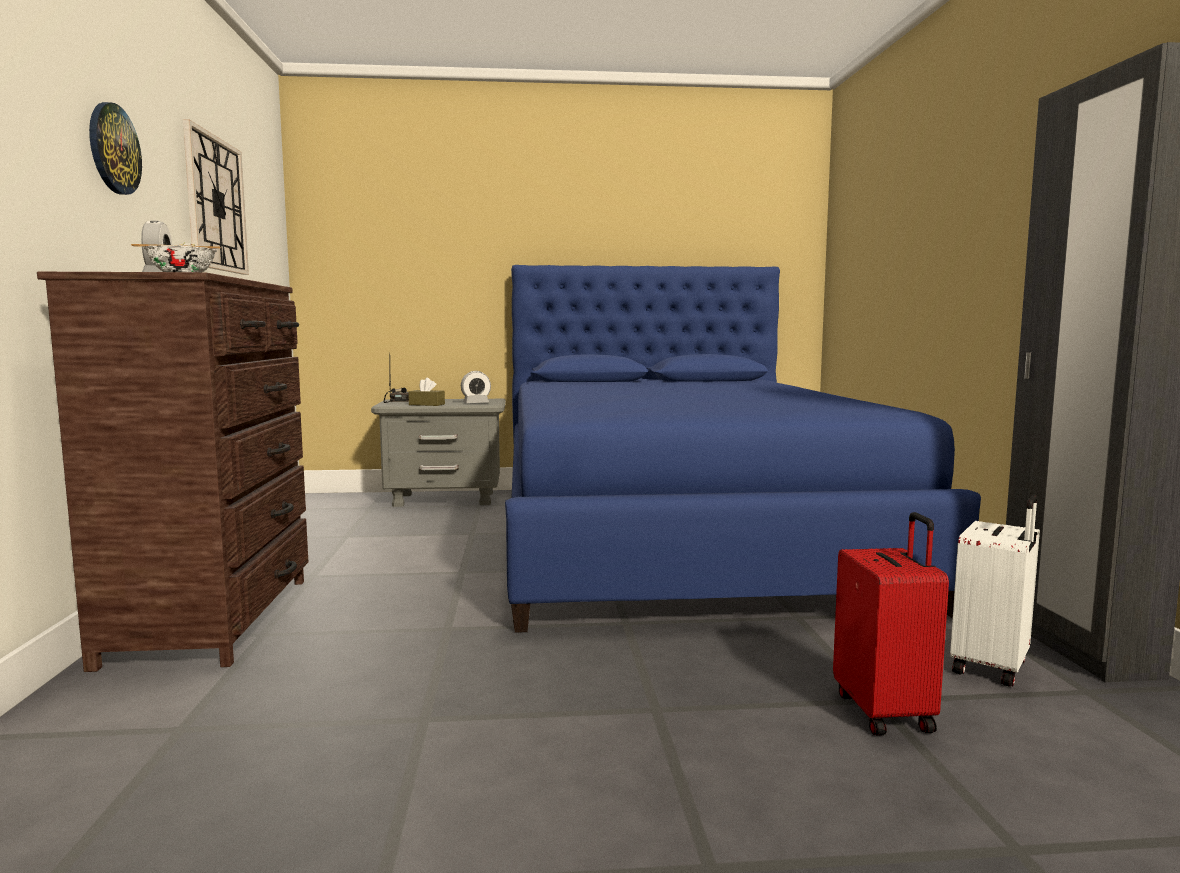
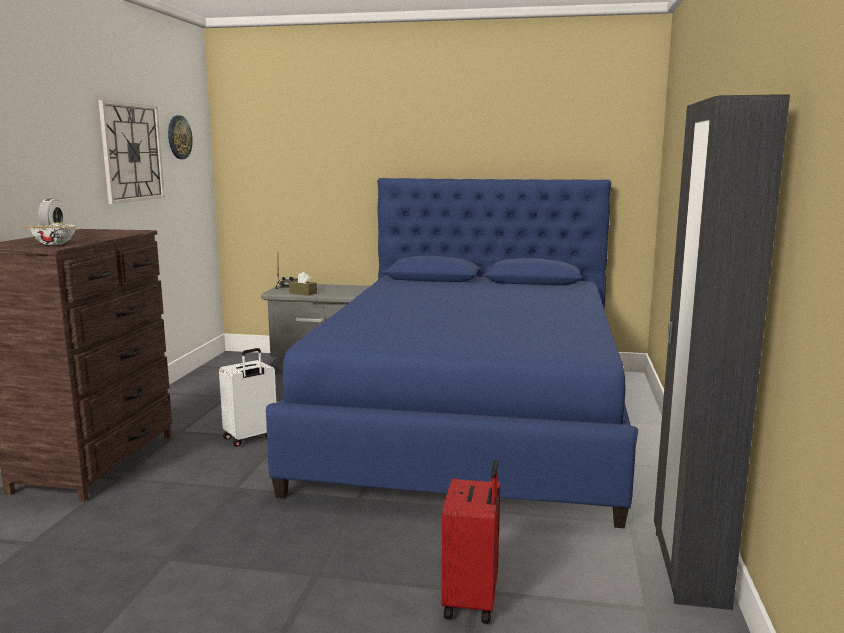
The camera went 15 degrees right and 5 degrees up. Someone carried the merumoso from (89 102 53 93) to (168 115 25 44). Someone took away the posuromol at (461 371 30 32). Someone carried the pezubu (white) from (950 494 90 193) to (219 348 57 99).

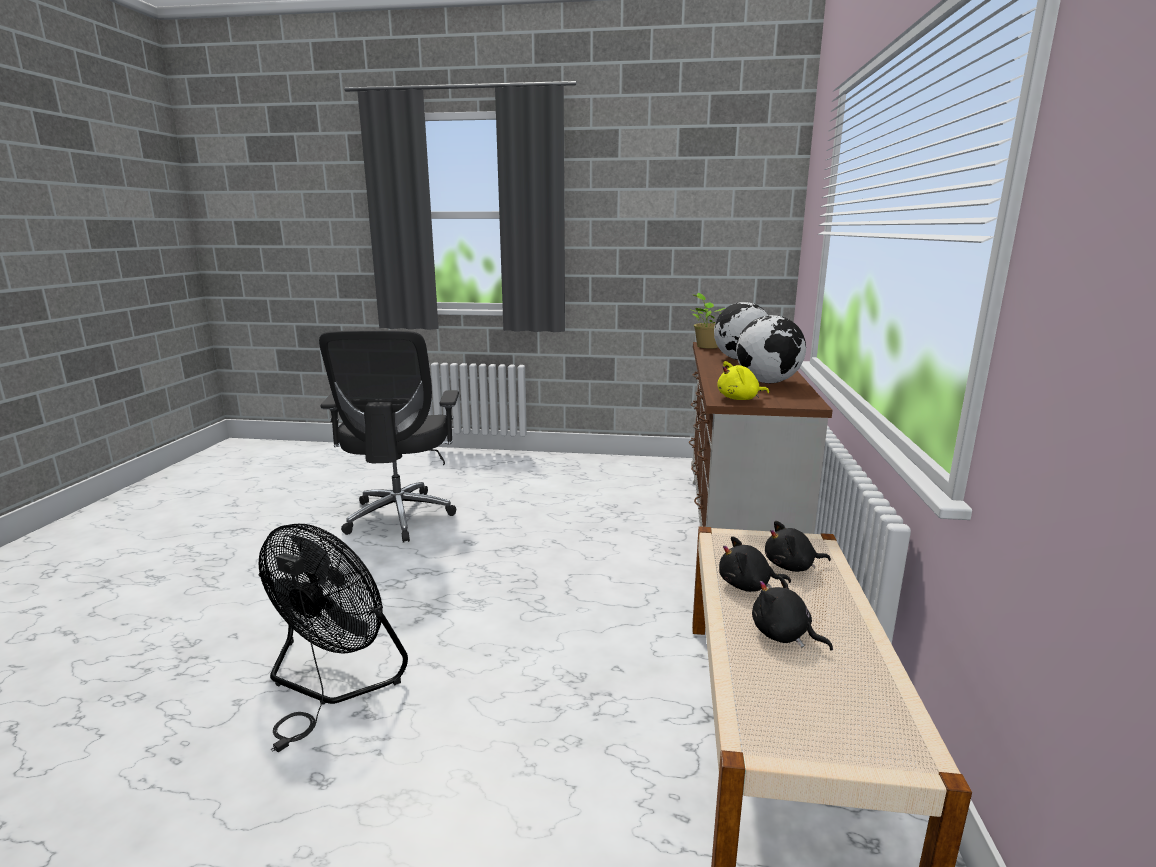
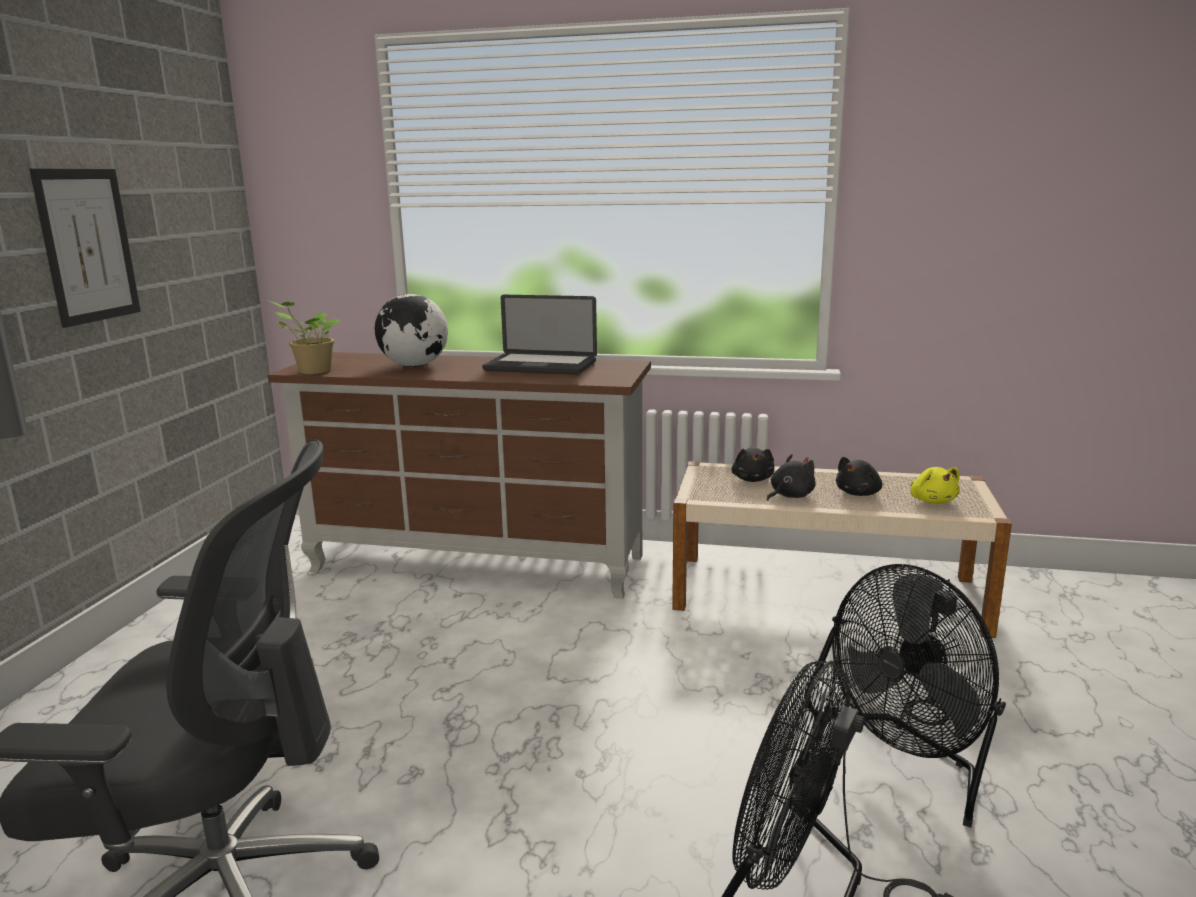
The camera went 85 degrees left and 0 degrees up. Someone carried the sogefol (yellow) from (717 361 52 39) to (911 467 49 37). Someone rotated the sogefol (black) at (719 536 72 56) by 135 degrees counterclockwise. Someone swapped the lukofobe at (736 315 70 68) for the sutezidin at (482 295 115 80). Someone put up the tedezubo at (29 169 112 159). Someone put down the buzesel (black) at (805 564 201 264).

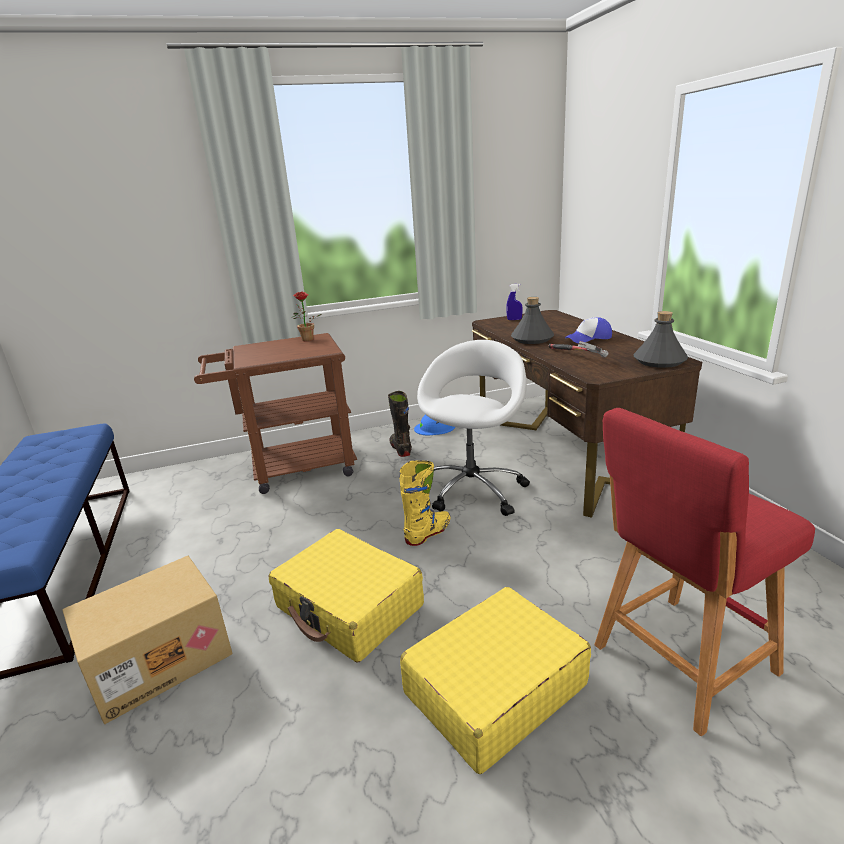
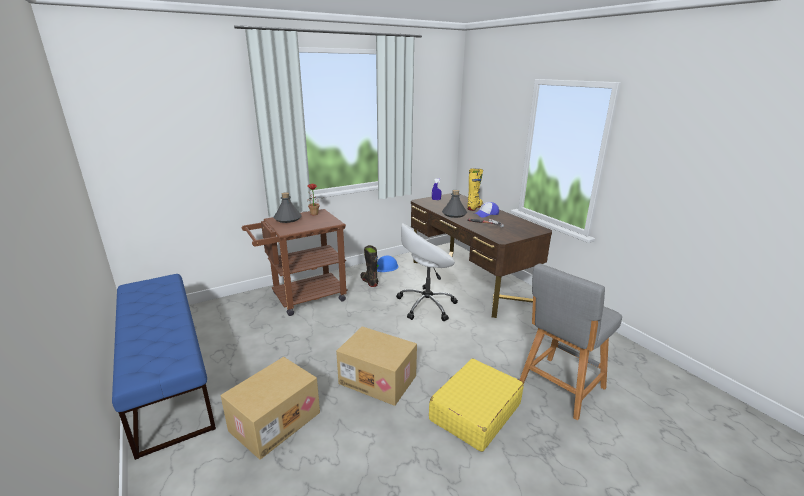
The camera went 15 degrees left and 0 degrees up. Someone swapped the pezubu (yellow) at (269 529 155 133) for the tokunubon at (336 326 81 80). Someone carried the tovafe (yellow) from (400 460 51 86) to (467 168 16 43). Someone rotated the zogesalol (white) at (417 340 113 176) by 135 degrees counterclockwise. Someone repainted the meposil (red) at (594 408 221 328), which became the meposil (grey) at (520 263 102 157). Someone carried the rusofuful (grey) from (634 311 54 57) to (274 192 28 31).

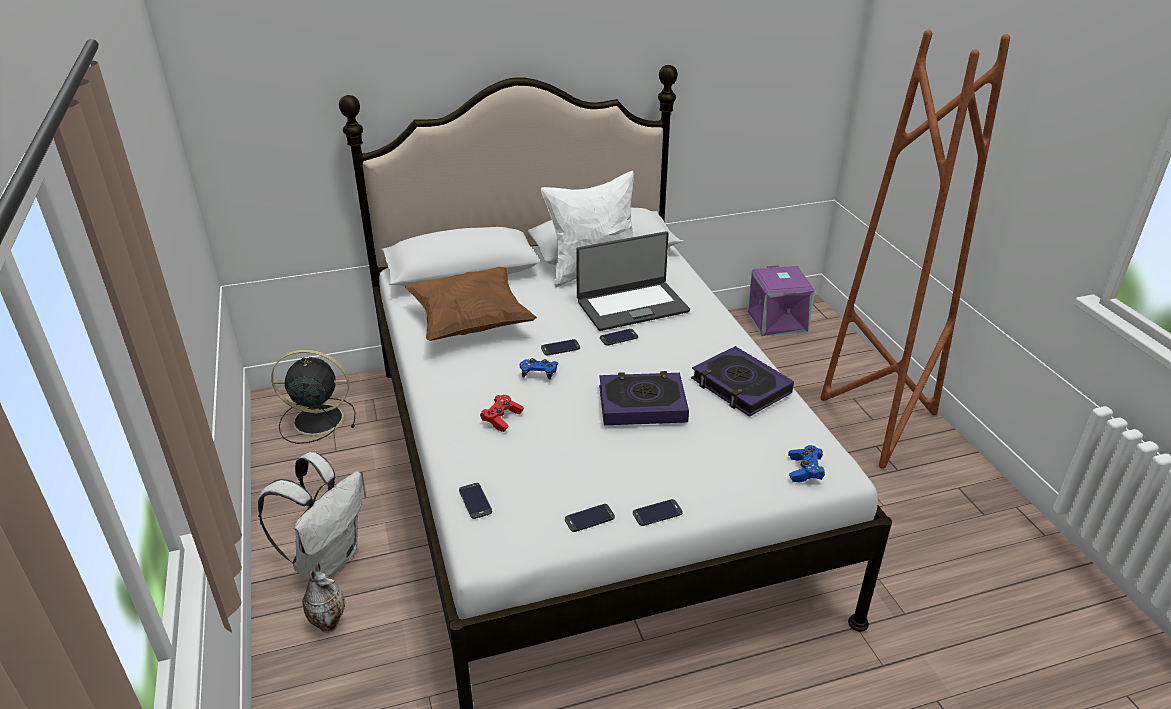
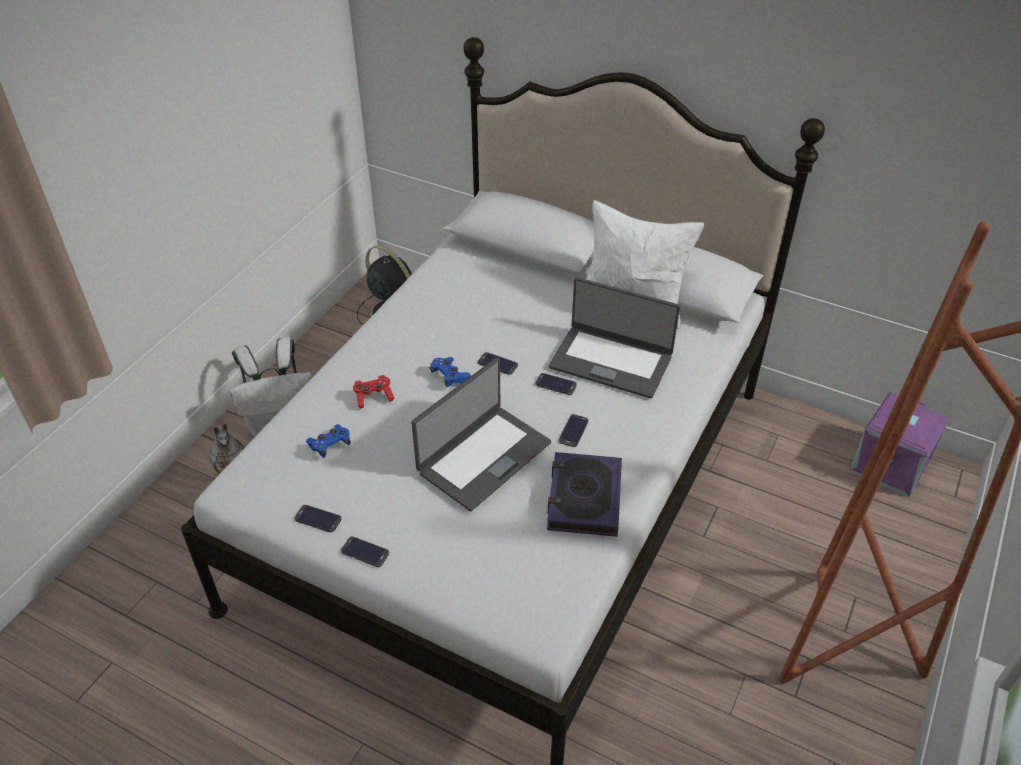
The camera went 45 degrees right and 10 degrees up. Someone took away the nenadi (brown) at (405 267 132 74). Someone carried the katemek from (459 483 33 36) to (559 414 29 33). Someone swapped the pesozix at (599 371 90 54) for the sutezidin at (411 357 140 154). Someone carried the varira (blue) from (788 445 37 38) to (306 424 45 34).

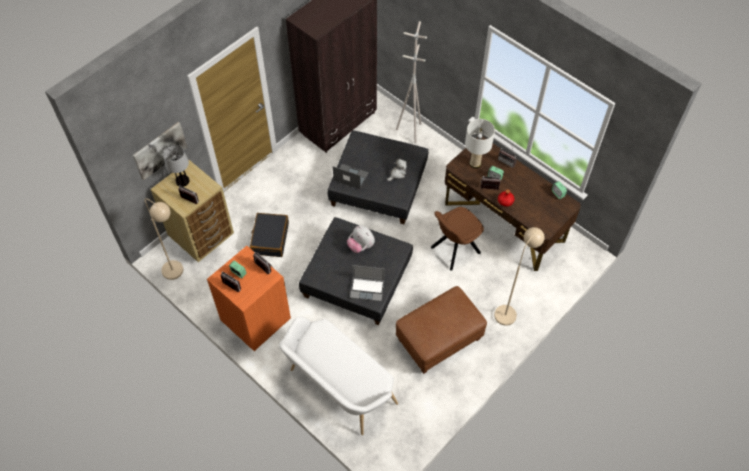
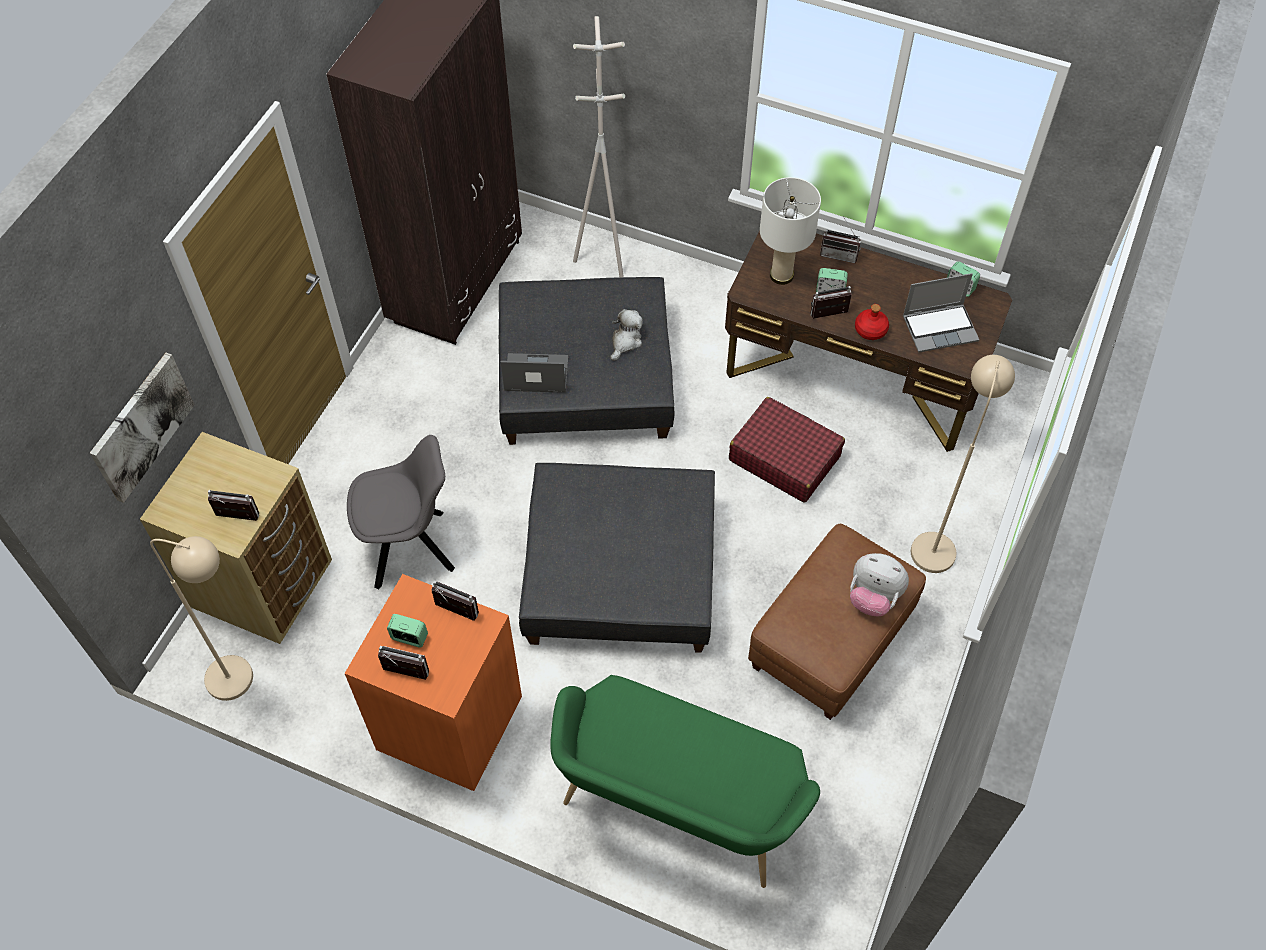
The camera went 20 degrees left and 0 degrees up. Someone took away the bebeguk at (163 145 26 42). Someone swapped the pezubu (black) at (250 213 39 44) for the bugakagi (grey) at (347 435 108 155). Someone repainted the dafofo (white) at (279 317 119 118), which became the dafofo (green) at (550 675 270 213). Someone carried the sogefol from (347 225 28 28) to (850 553 59 63). Someone carried the sutezidin from (350 265 34 36) to (903 273 76 80). Someone swapped the bugakagi (brown) at (431 207 53 64) for the pezubu (red) at (729 397 116 106).

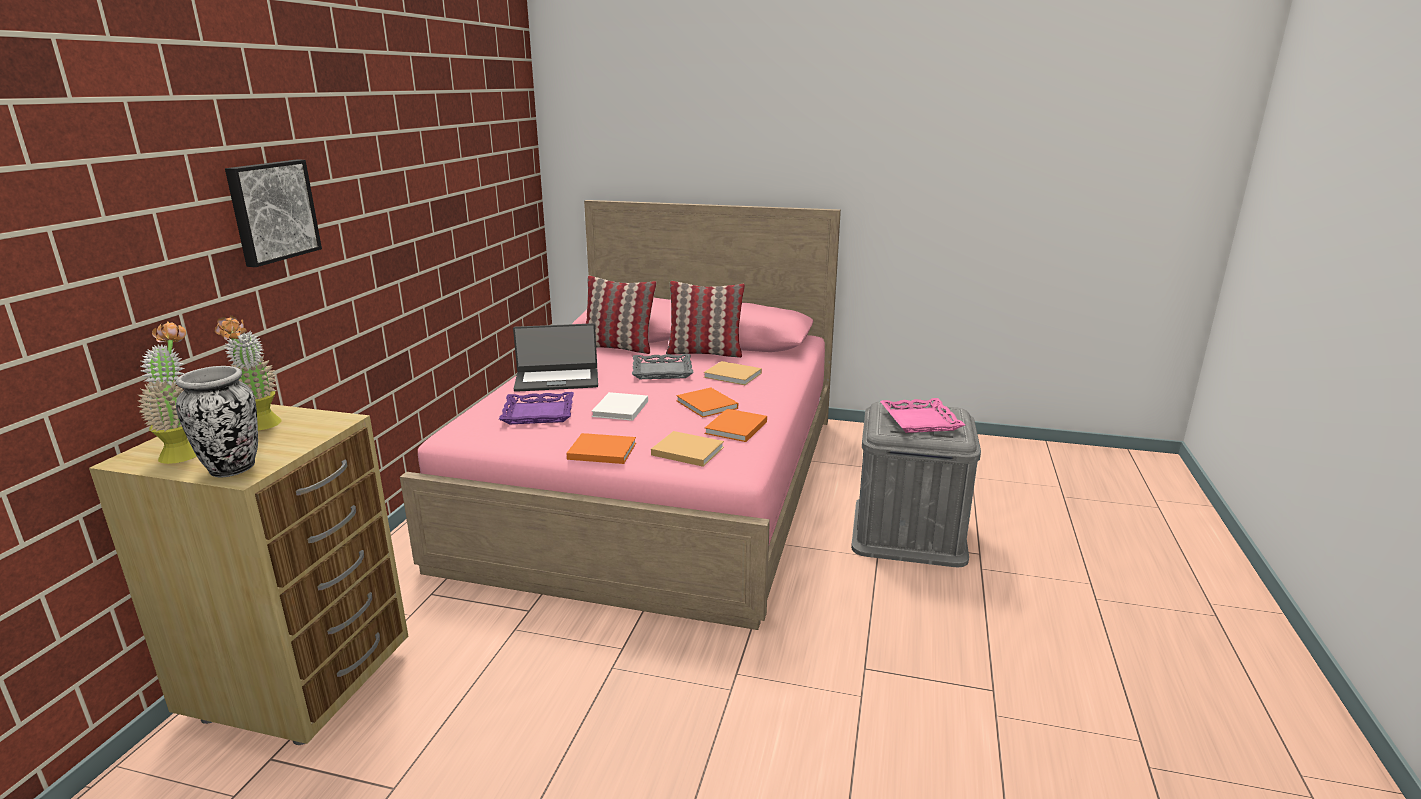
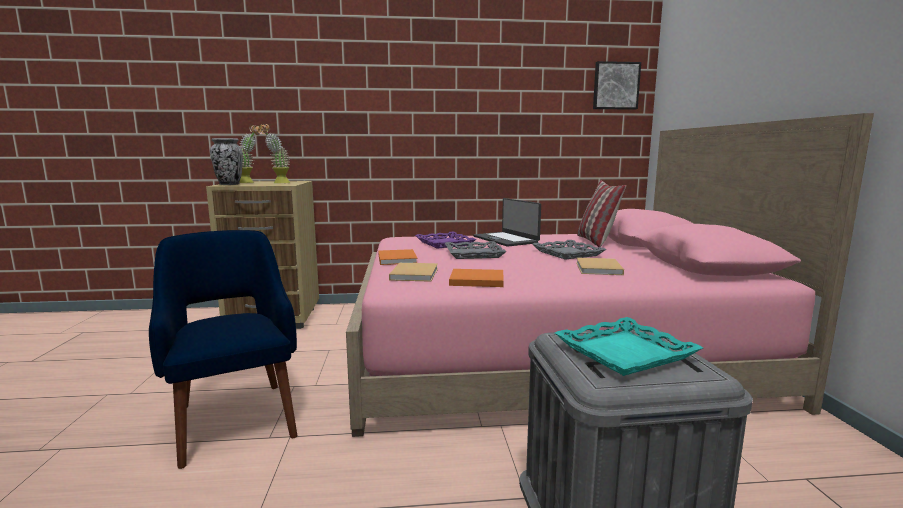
The camera went 70 degrees right and 10 degrees down. Someone carried the tedezubo from (225 159 97 108) to (593 61 48 49). Someone swapped the pesozix (white) at (591 392 57 29) for the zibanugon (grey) at (444 241 63 18). Someone took away the nenadi at (666 281 79 77). Someone took away the pesozix (orange) at (676 388 62 30). Someone repainted the zibanugon (pink) at (880 398 85 35), which became the zibanugon (turquoise) at (555 317 148 59). Someone put down the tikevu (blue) at (149 230 148 239).

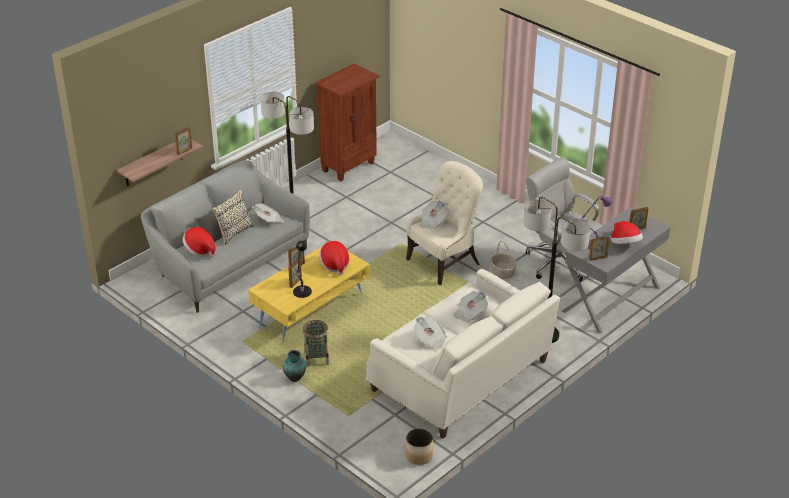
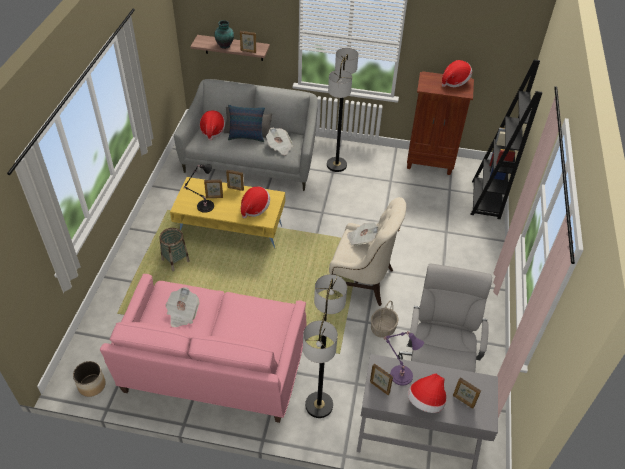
The camera went 55 degrees right and 10 degrees up. Someone repainted the nenadi (beige) at (212 190 42 55), which became the nenadi (blue) at (228 105 37 37). Someone carried the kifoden from (283 350 23 32) to (214 20 20 29). Someone repainted the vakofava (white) at (366 269 194 170), which became the vakofava (pink) at (100 274 207 149). Someone took away the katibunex at (453 291 35 32). Someone put down the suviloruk at (442 60 30 27). Someone put down the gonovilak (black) at (470 60 72 159).

